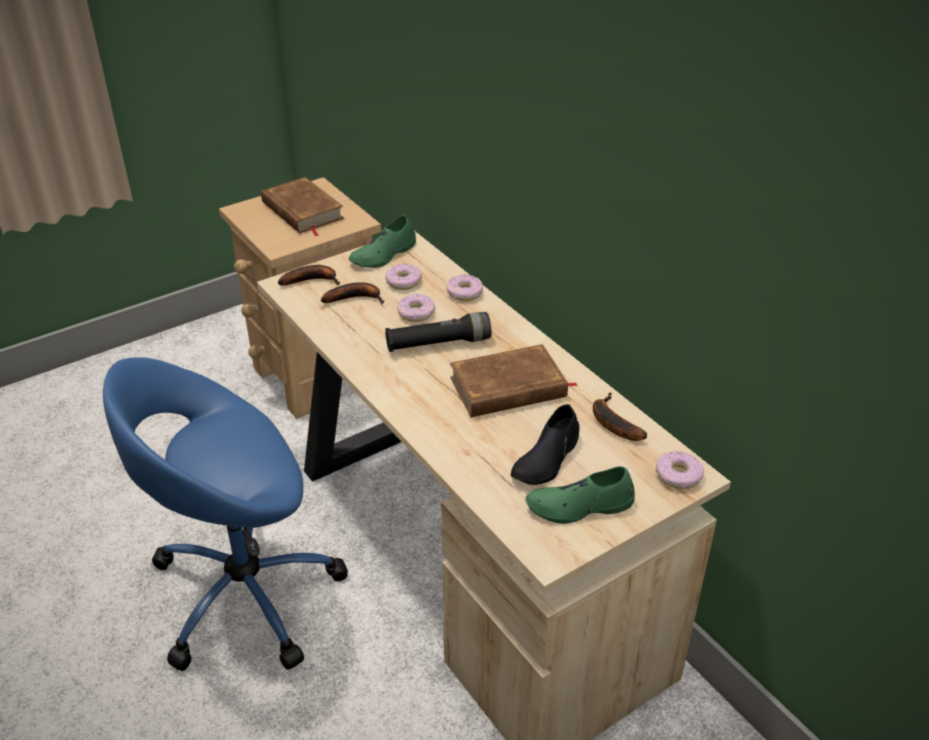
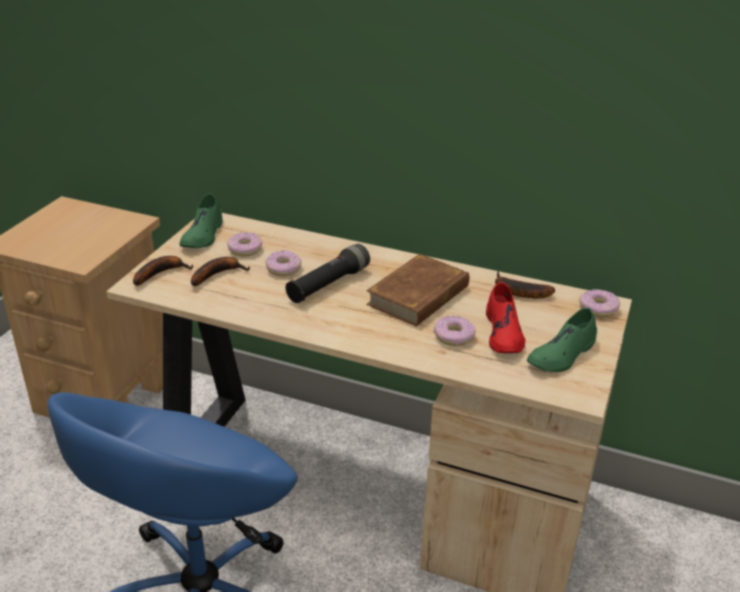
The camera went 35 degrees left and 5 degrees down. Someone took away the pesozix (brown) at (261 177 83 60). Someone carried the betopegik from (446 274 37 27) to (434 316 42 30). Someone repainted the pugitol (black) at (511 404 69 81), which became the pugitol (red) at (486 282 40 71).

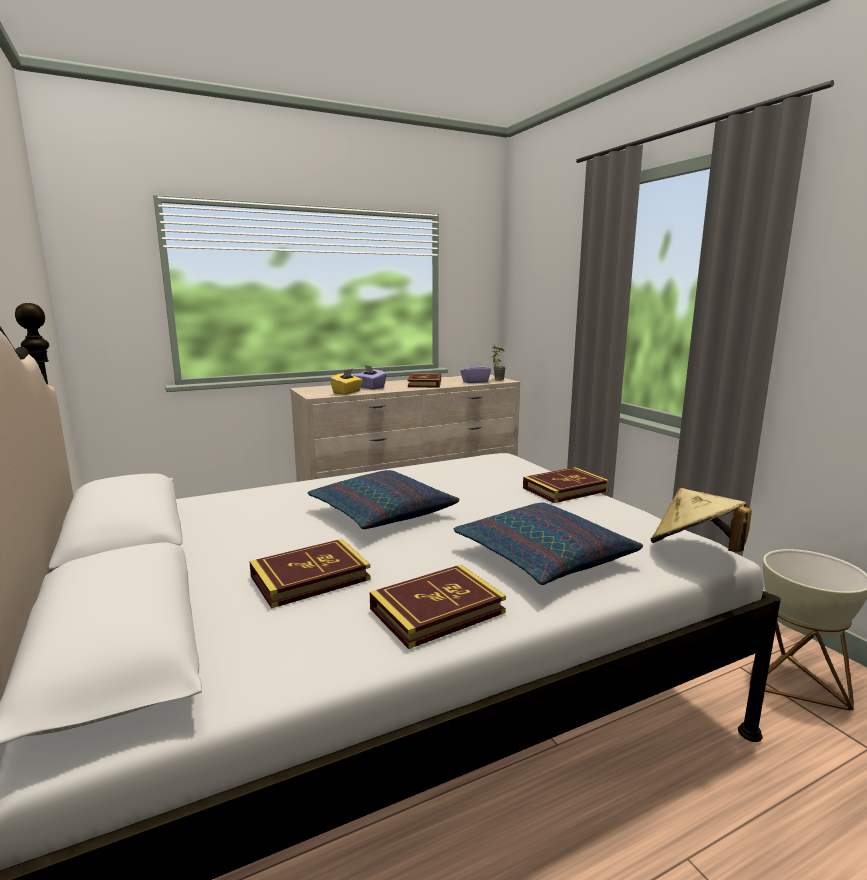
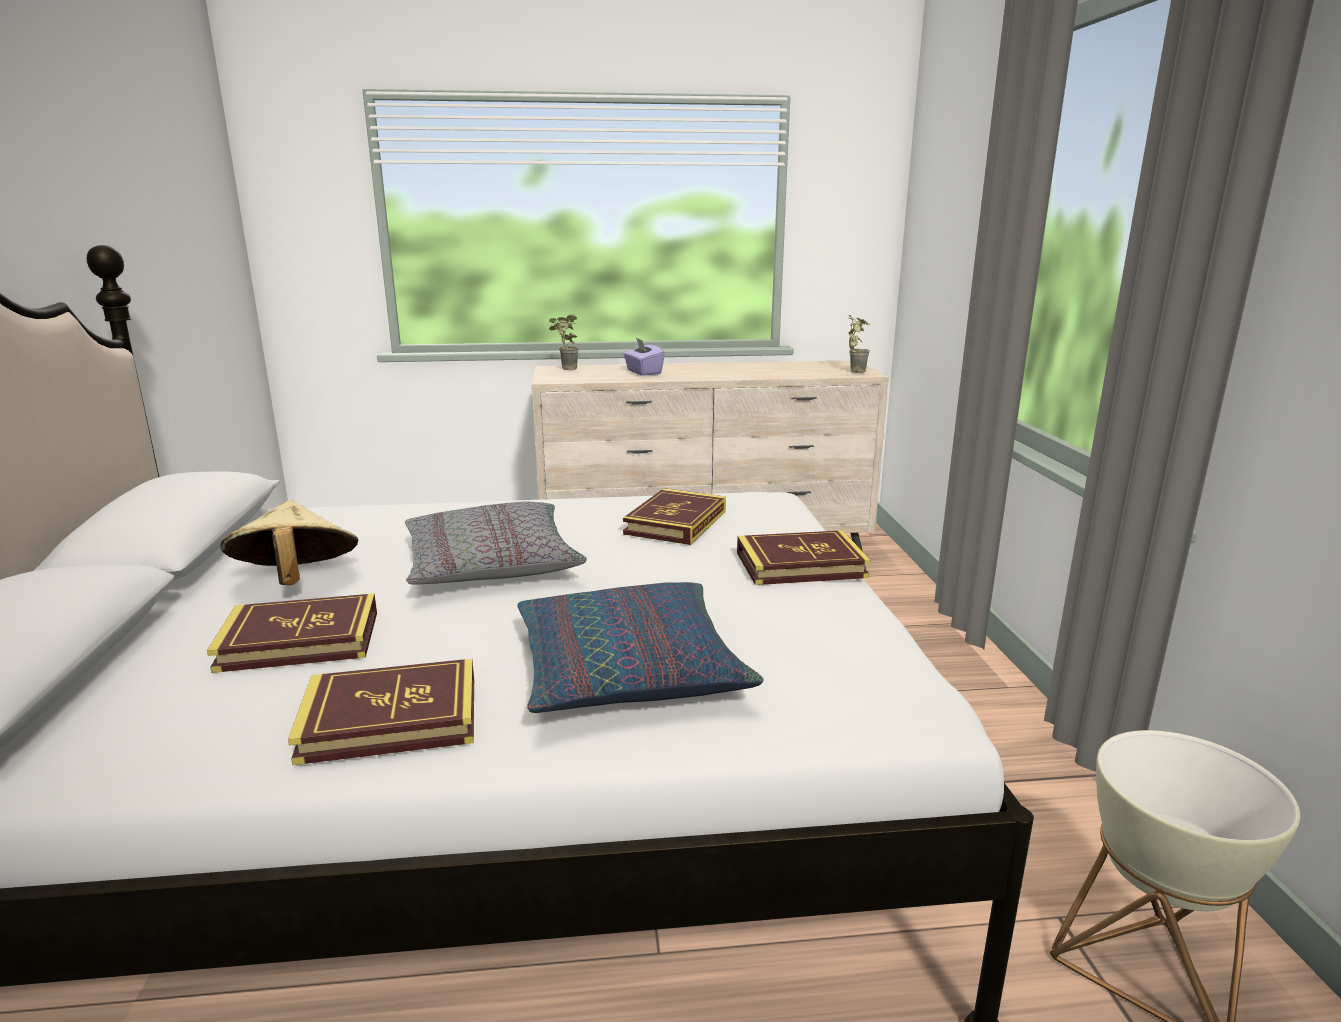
The camera went 20 degrees right and 5 degrees up. Someone repainted the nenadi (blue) at (308 470 152 59), which became the nenadi (grey) at (405 502 182 83). Someone took away the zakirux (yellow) at (330 369 32 26). Someone carried the pesozix from (408 373 33 15) to (623 488 103 57). Someone took away the zakirux (purple) at (460 360 31 23). Someone carried the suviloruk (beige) from (651 488 101 64) to (221 500 137 85). Someone put down the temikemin at (549 314 30 56).

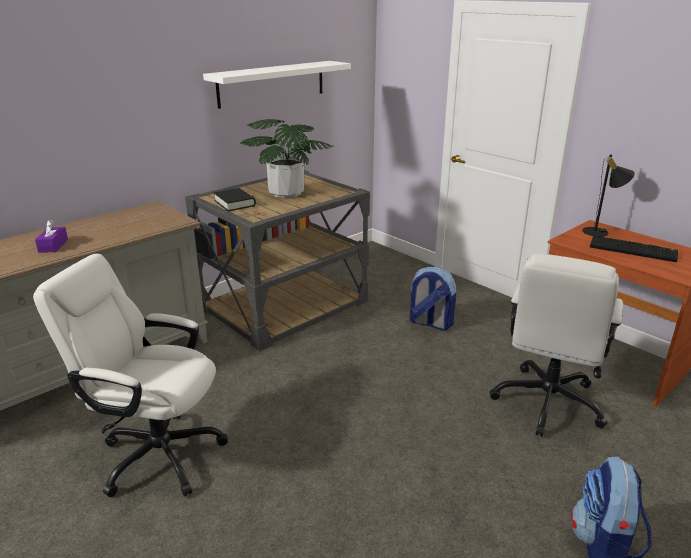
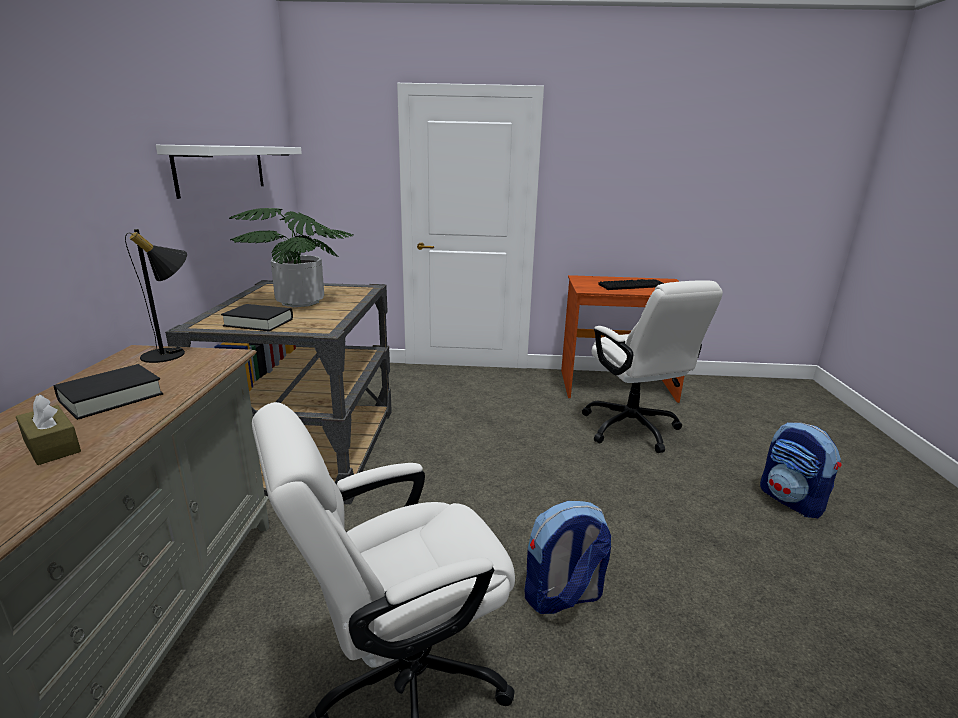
The camera went 45 degrees left and 5 degrees down. Someone repainted the zakirux (purple) at (35 220 33 33), which became the zakirux (brown) at (16 394 65 71). Someone carried the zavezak from (409 267 47 63) to (525 501 86 113). Someone carried the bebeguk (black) from (582 155 53 82) to (125 229 62 134). Someone put down the pesozix (black) at (54 364 109 56).

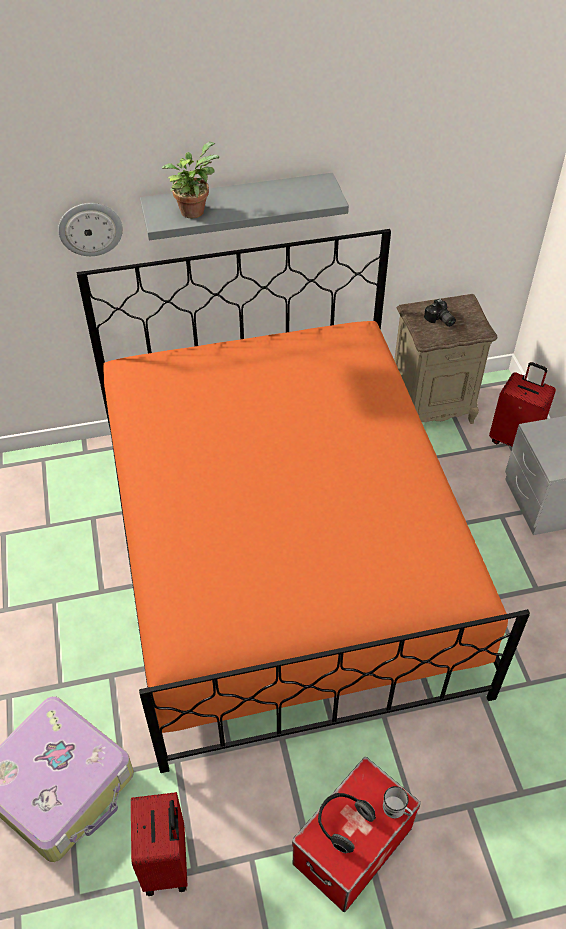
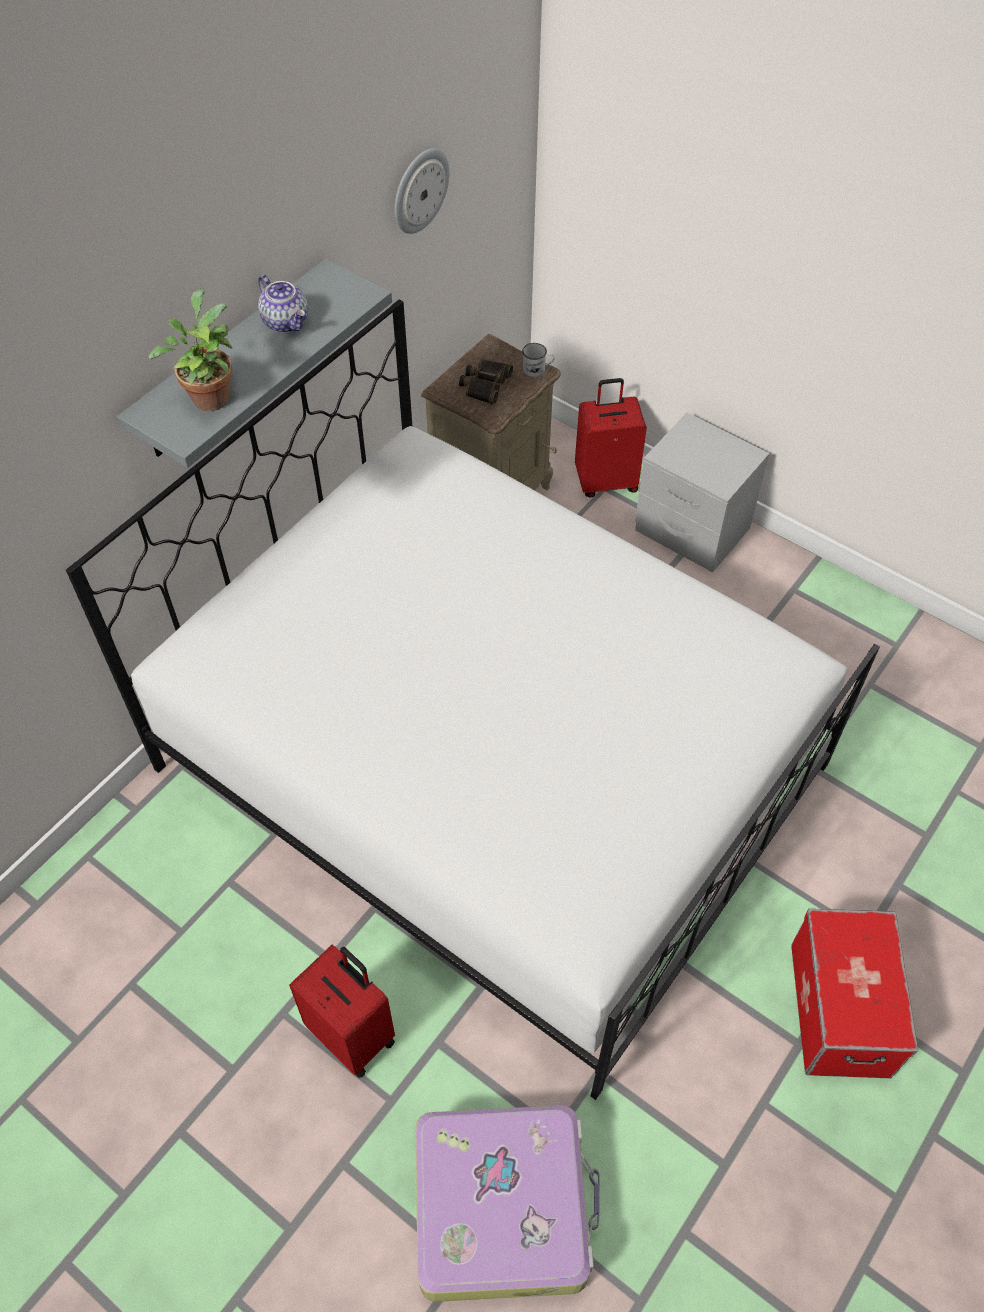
The camera went 40 degrees left and 5 degrees up. Someone carried the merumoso from (58 203 65 53) to (395 148 55 86). Someone repainted the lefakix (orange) at (77 229 453 544), which became the lefakix (white) at (66 299 814 801). Someone carried the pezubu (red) from (131 792 56 104) to (289 945 106 133). Someone took away the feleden at (318 793 58 60). Someone carried the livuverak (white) from (383 786 30 32) to (522 343 32 34). Someone swapped the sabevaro at (424 299 32 28) for the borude at (459 359 54 46). Someone put down the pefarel at (258 275 50 58).

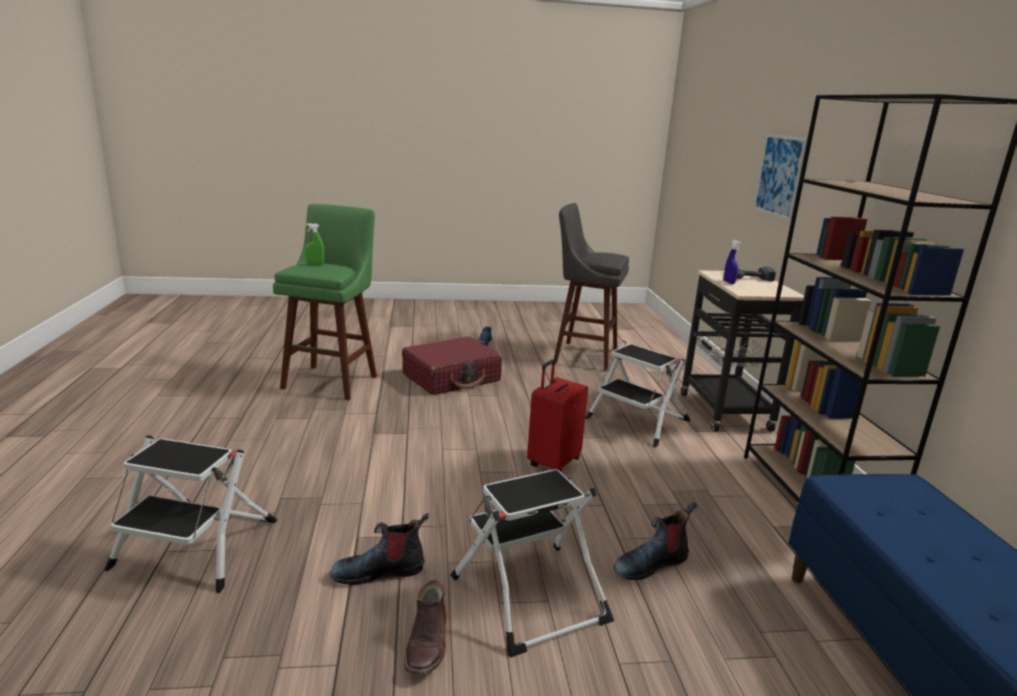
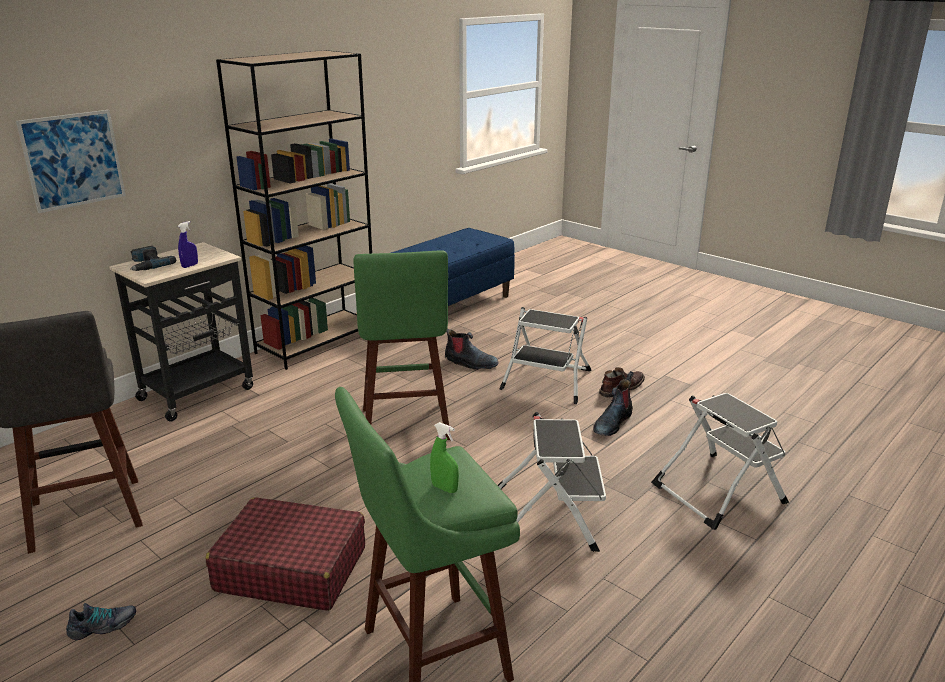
The camera went 130 degrees left and 5 degrees up. Someone rotated the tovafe at (329 513 100 72) by 90 degrees clockwise. Someone swapped the pezubu (red) at (527 360 61 113) for the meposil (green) at (353 250 97 190). Someone carried the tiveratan from (585 341 106 106) to (497 412 109 140).

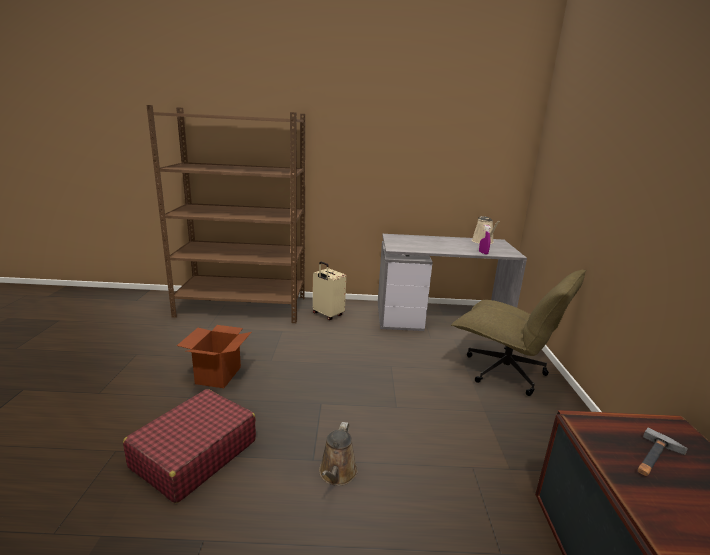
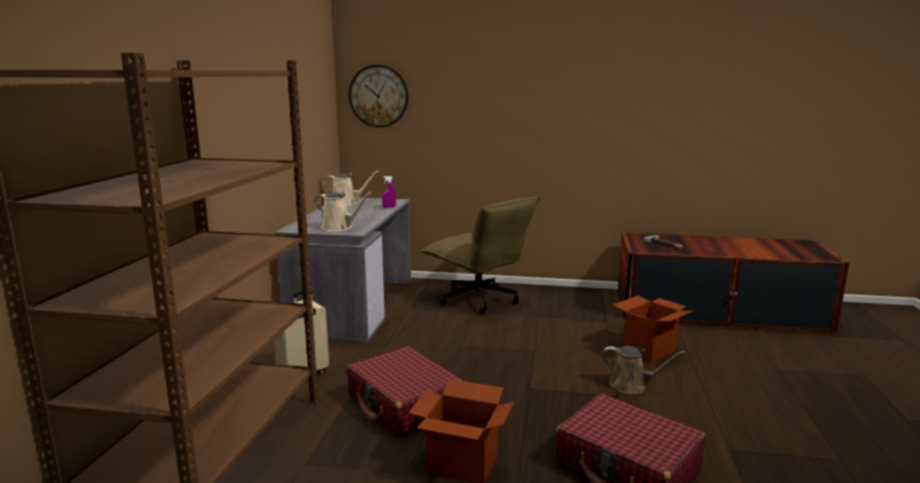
The camera went 80 degrees left and 5 degrees down. Someone rotated the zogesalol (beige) at (451 270 135 126) by 90 degrees clockwise. Someone put down the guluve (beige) at (314 192 58 39). Someone put down the pezubu (red) at (347 346 115 92). Someone put up the merumoso at (349 65 59 62). Someone put down the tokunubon at (613 296 82 66).

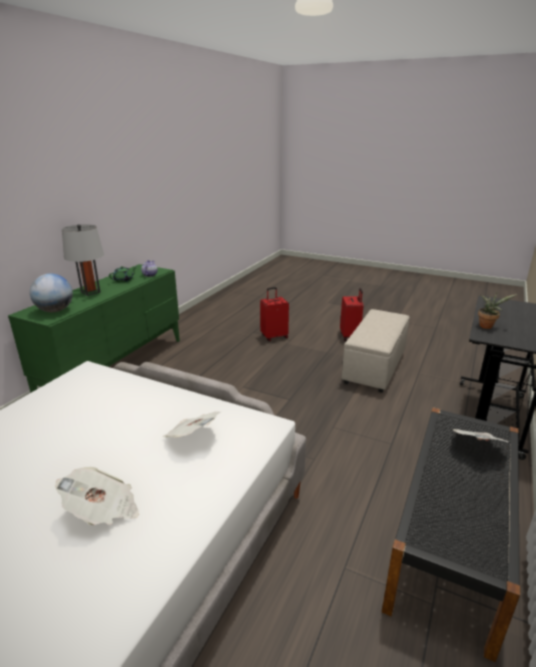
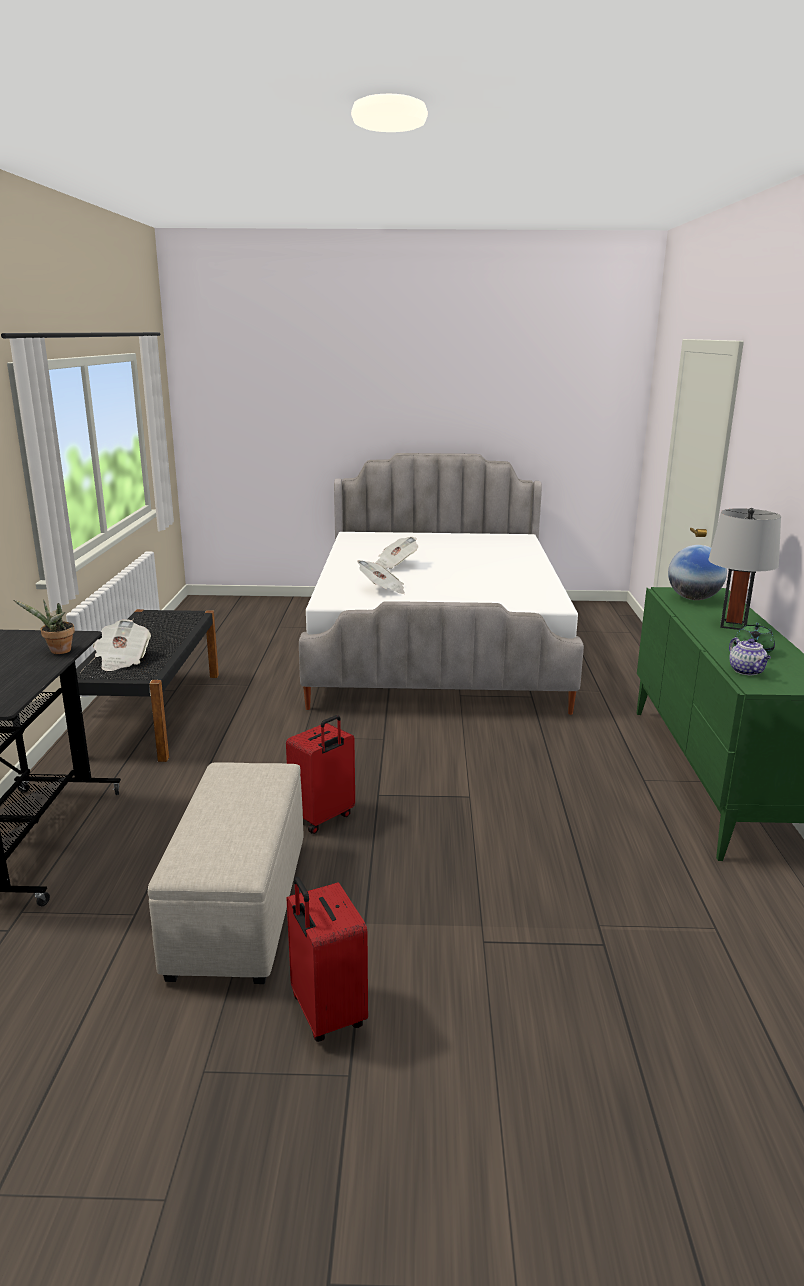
The camera went 155 degrees right and 5 degrees down. Someone carried the pezubu (red) from (260 287 29 54) to (286 715 69 119).

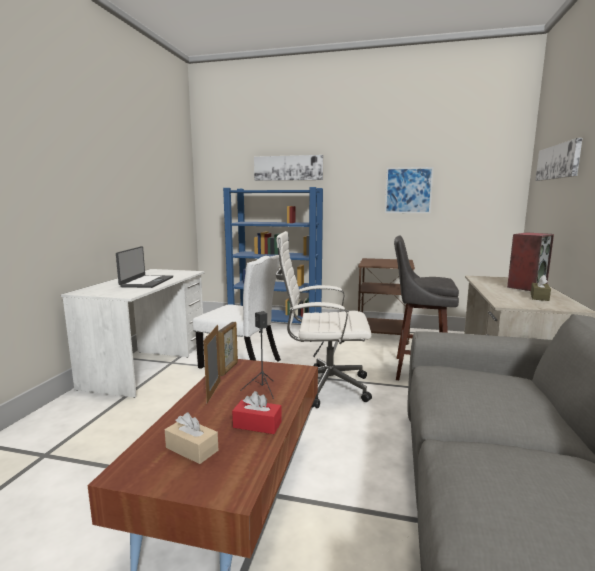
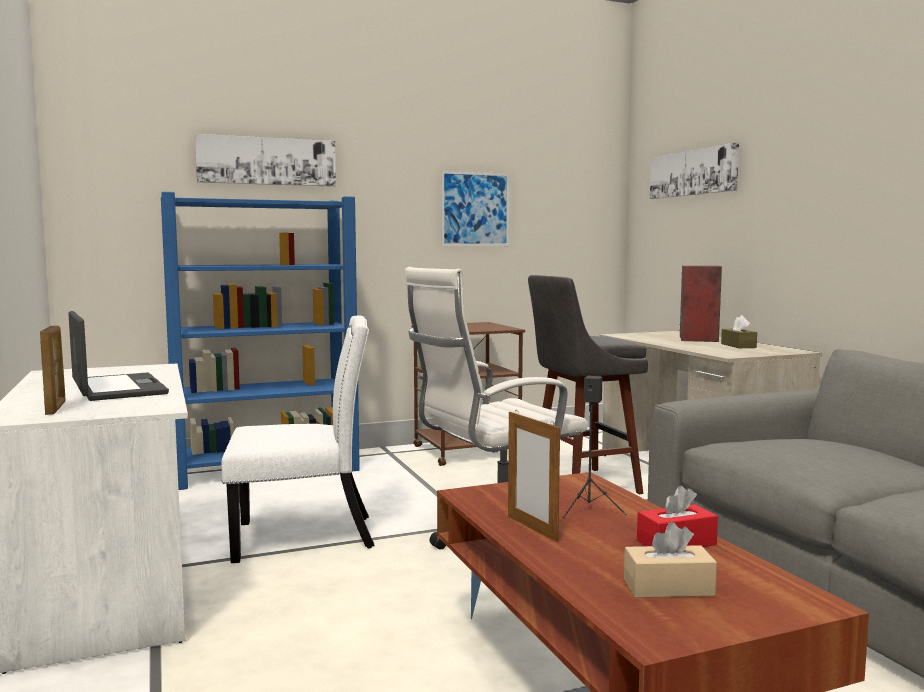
The camera went 35 degrees left and 5 degrees down. Someone carried the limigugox from (218 322 20 54) to (40 325 26 90).

